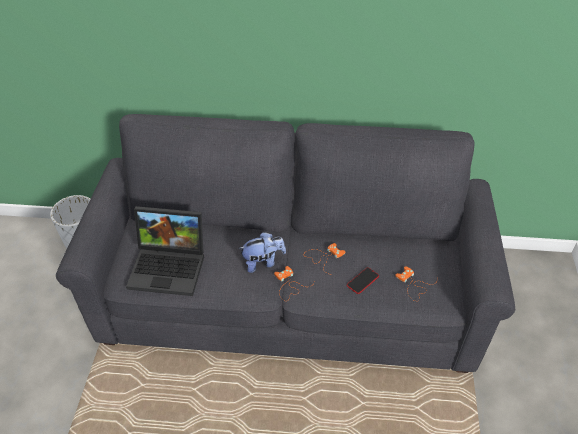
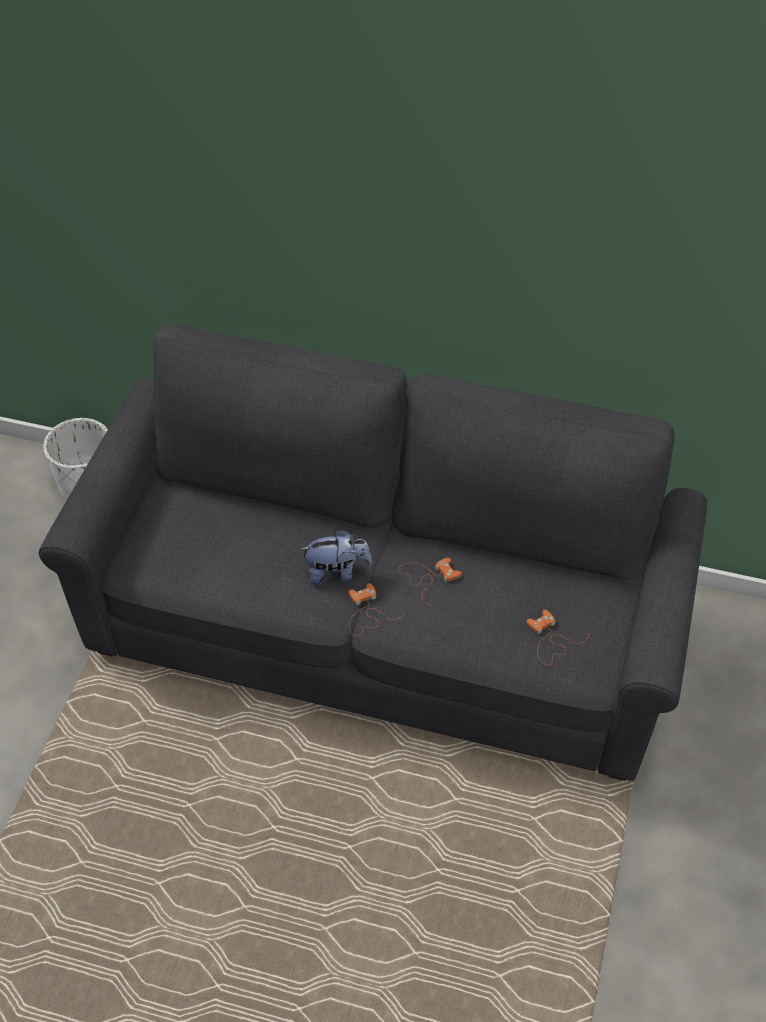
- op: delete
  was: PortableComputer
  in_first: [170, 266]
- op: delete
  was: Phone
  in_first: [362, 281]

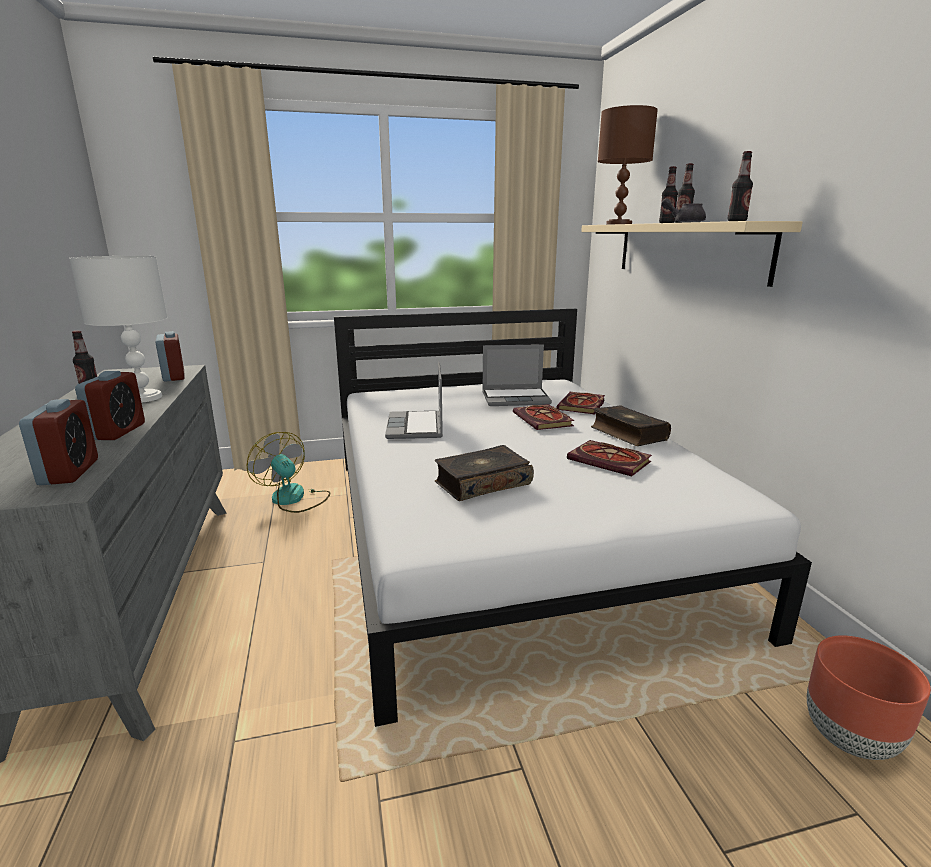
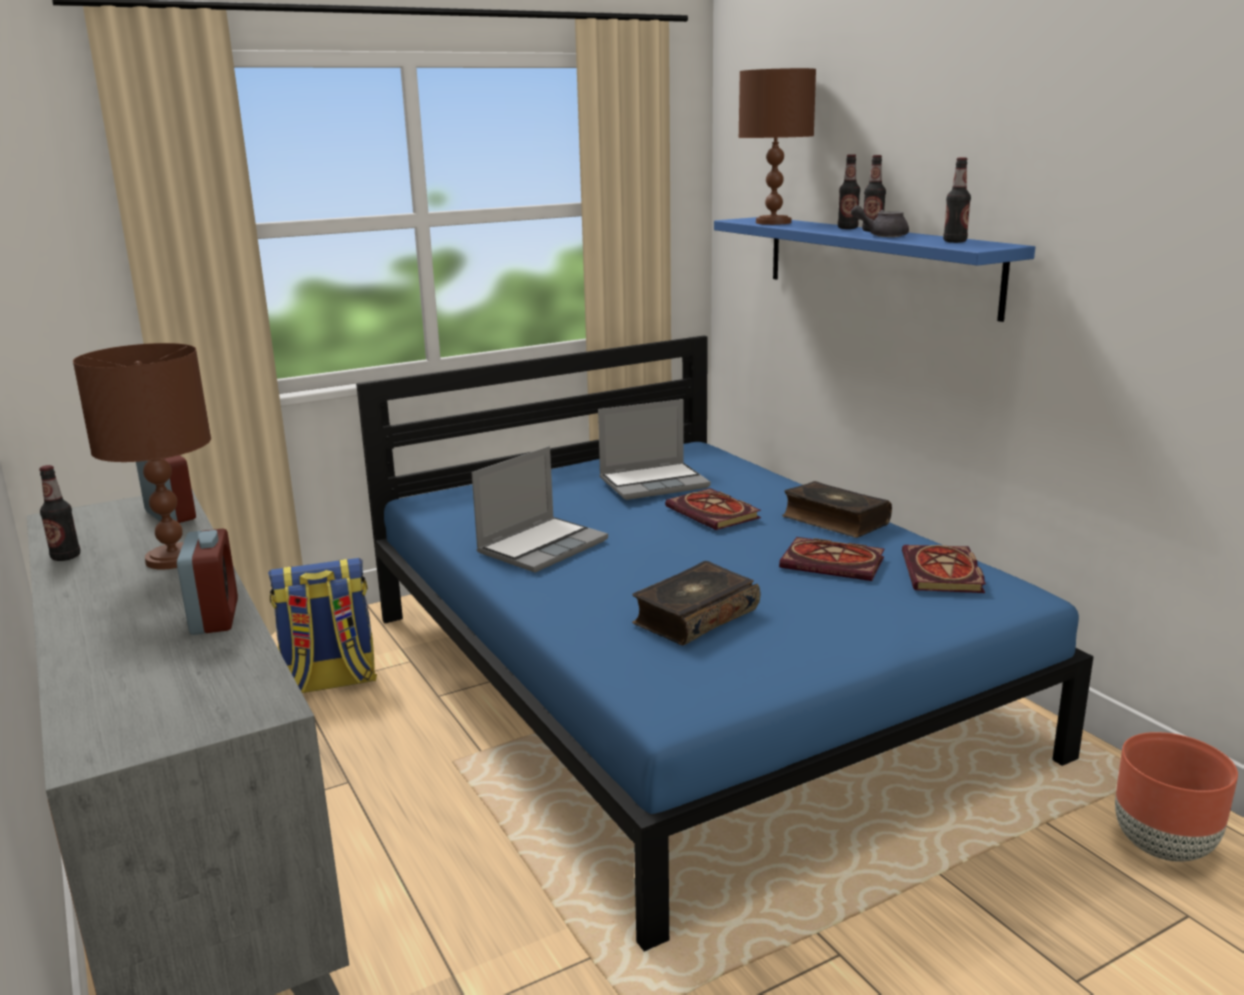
- op: recolor
  was: BeigeShelf
  now: BlueColouredShelf
  in_first: [686, 250]
  in_second: [876, 263]
- op: recolor
  was: WhiteTableLamp
  now: BrownishTableLamp
  in_first: [142, 398]
  in_second: [172, 559]
- op: recolor
  was: WhiteSleepingBed
  now: BlueColouredSleepingBed
  in_first: [509, 532]
  in_second: [684, 679]
- op: rotate
  was: PortableComputer
  in_first: [416, 427]
  in_second: [542, 546]
  clockwise: -120
- op: move
  was: Book
  in_first: [582, 406]
  in_second: [944, 574]
- op: delete
  was: BedsideClock
  in_first: [69, 472]
- op: replace
  was: Fan
  now: Backpack
  in_first: [293, 499]
  in_second: [330, 681]

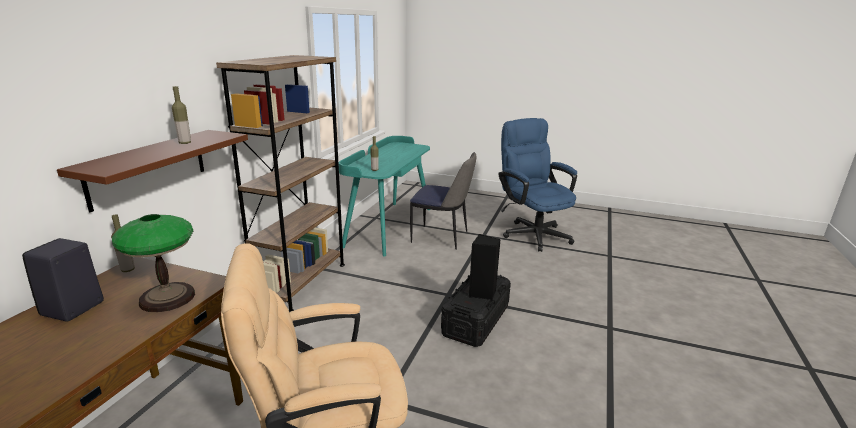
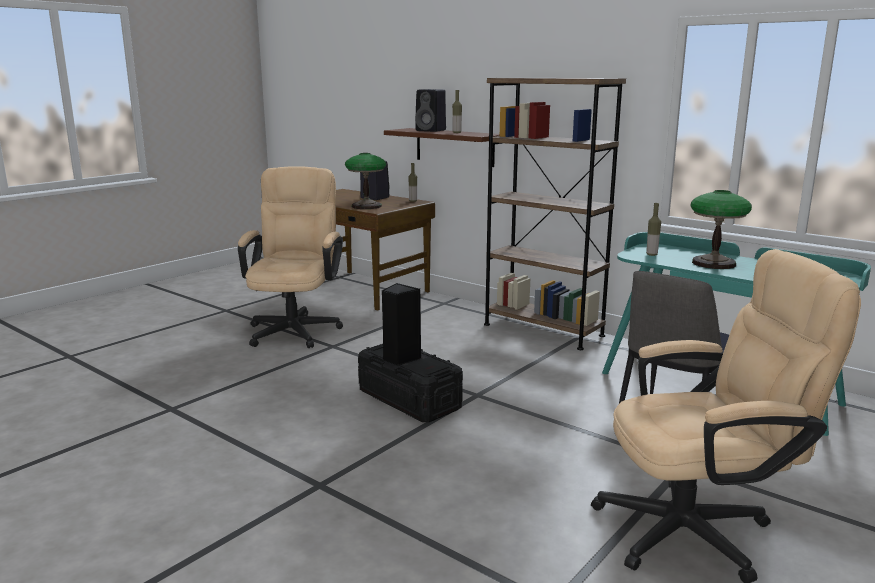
- op: recolor
  was: BlueColouredOfficeChair
  now: BeigeOfficeChair
  in_first: [532, 233]
  in_second: [700, 530]
- op: insert
  now: BlackishLoudspeaker
  in_second: [431, 130]
- op: insert
  now: TableLamp
  in_second: [713, 263]

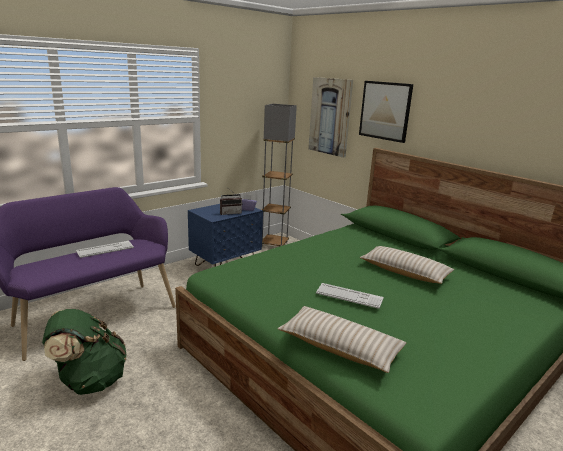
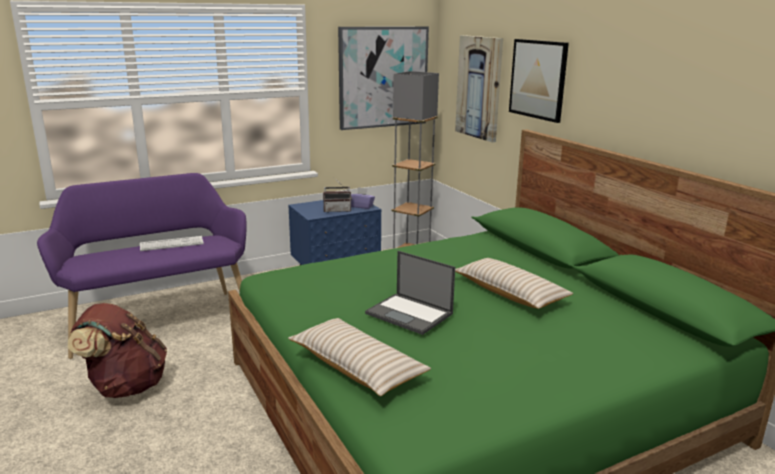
- op: replace
  was: Keyboard
  now: PortableComputer
  in_first: [349, 296]
  in_second: [410, 314]
- op: recolor
  was: GreenBackpack
  now: BrownishBackpack
  in_first: [89, 381]
  in_second: [125, 386]
- op: insert
  now: Picture
  in_second: [383, 77]

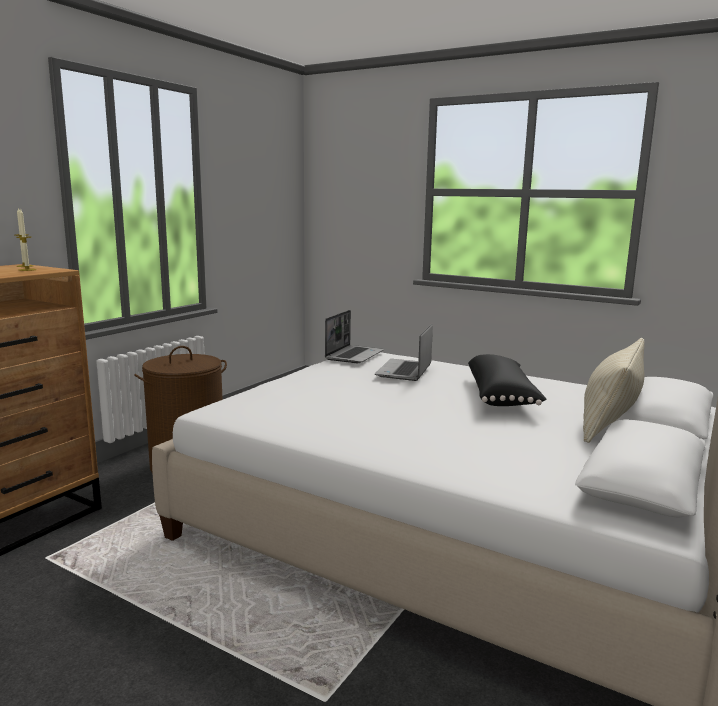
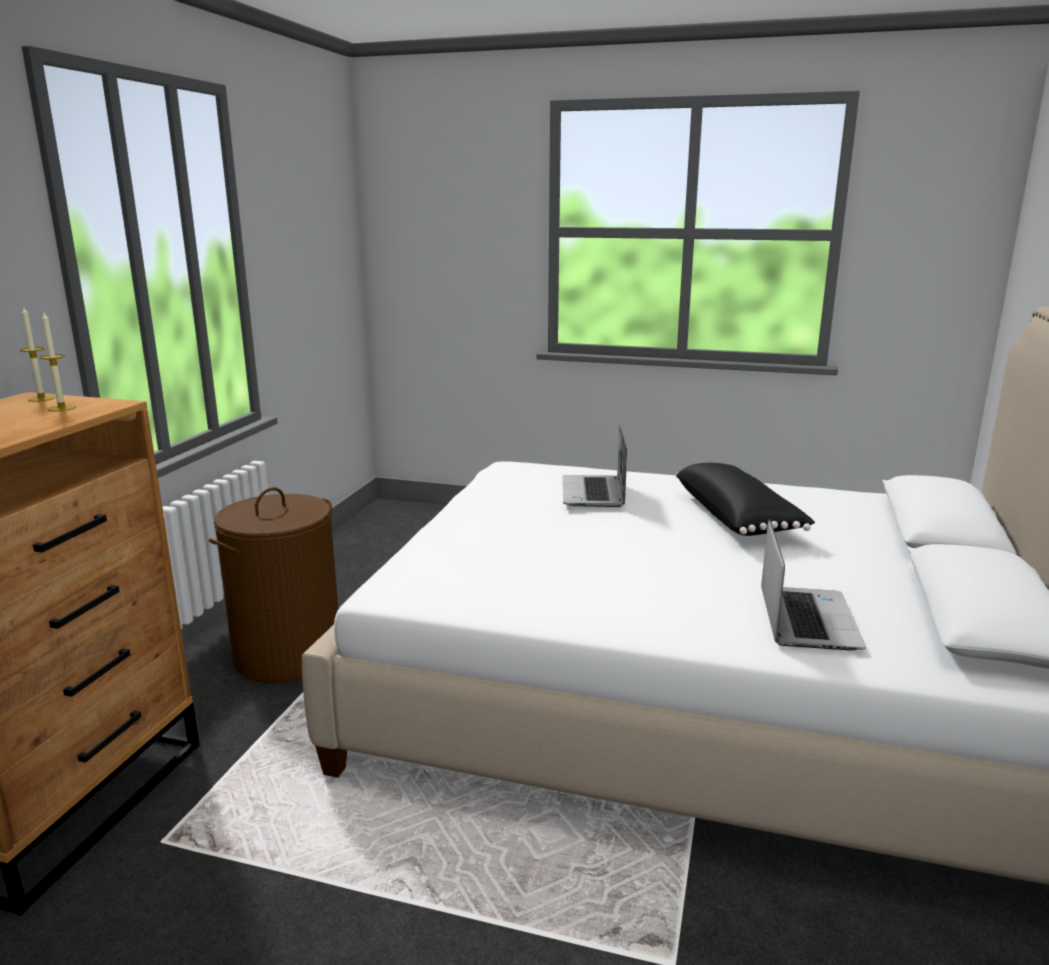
- op: move
  was: PortableComputer
  in_first: [354, 355]
  in_second: [806, 619]
- op: delete
  was: BeigeCushion
  in_first: [610, 422]

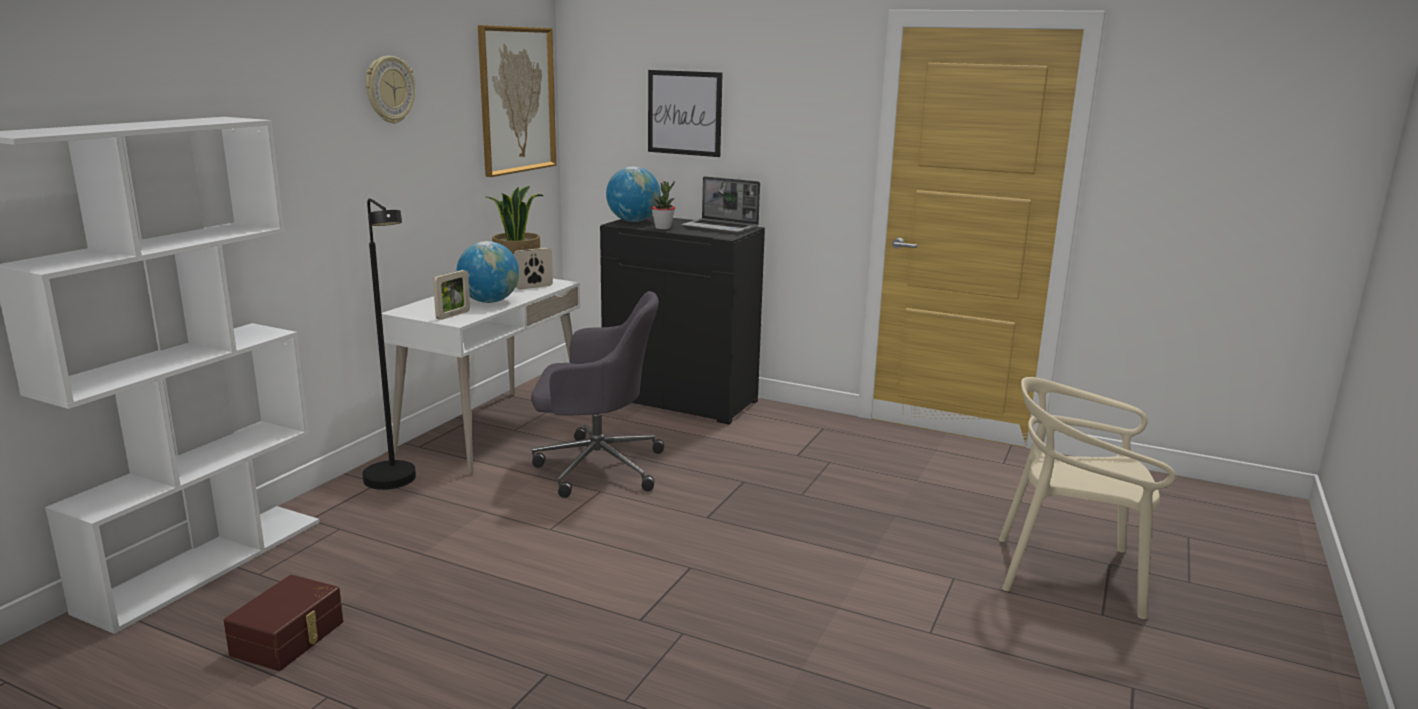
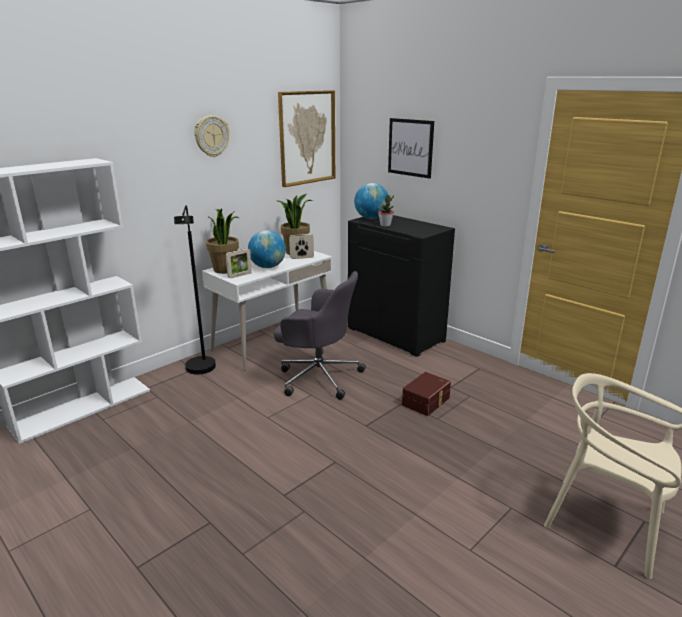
- op: delete
  was: PortableComputer
  in_first: [721, 227]
- op: move
  was: BrownishStorageBin
  in_first: [290, 638]
  in_second: [427, 401]
- op: insert
  now: PlantInAPot
  in_second: [225, 270]

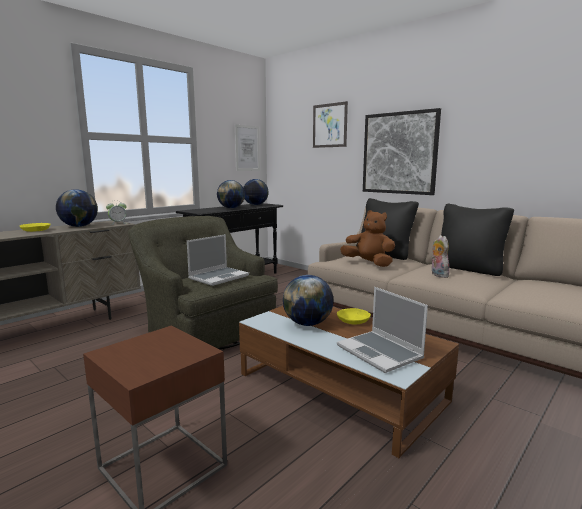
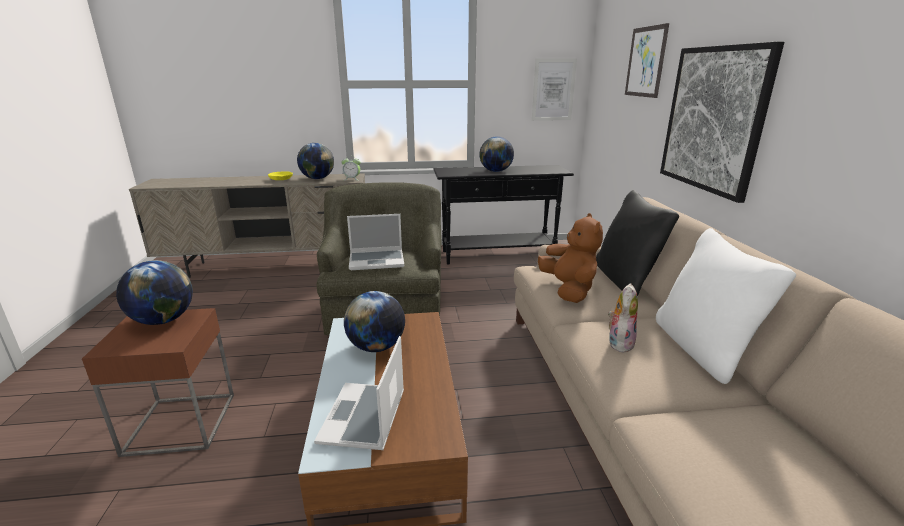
- op: move
  was: DeskGlobe
  in_first: [255, 205]
  in_second: [163, 320]
- op: recolor
  was: BlackishCushion
  now: WhiteCushion
  in_first: [468, 268]
  in_second: [702, 349]
- op: delete
  was: YellowishDeepDish
  in_first: [354, 321]

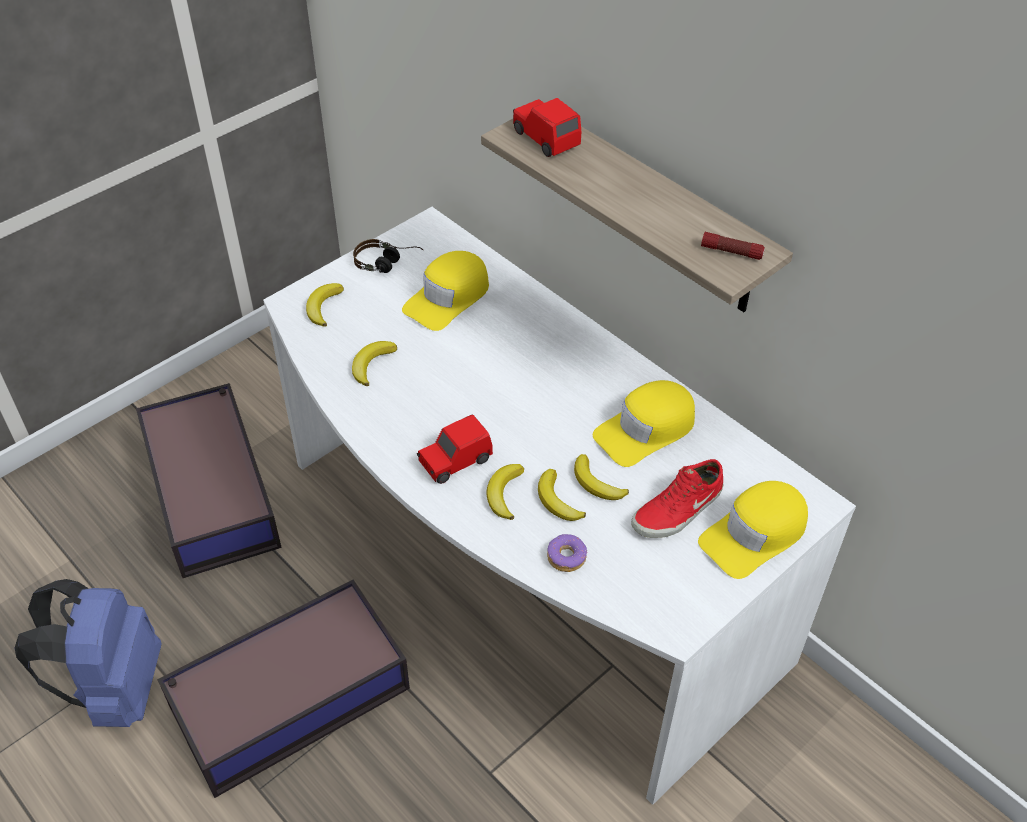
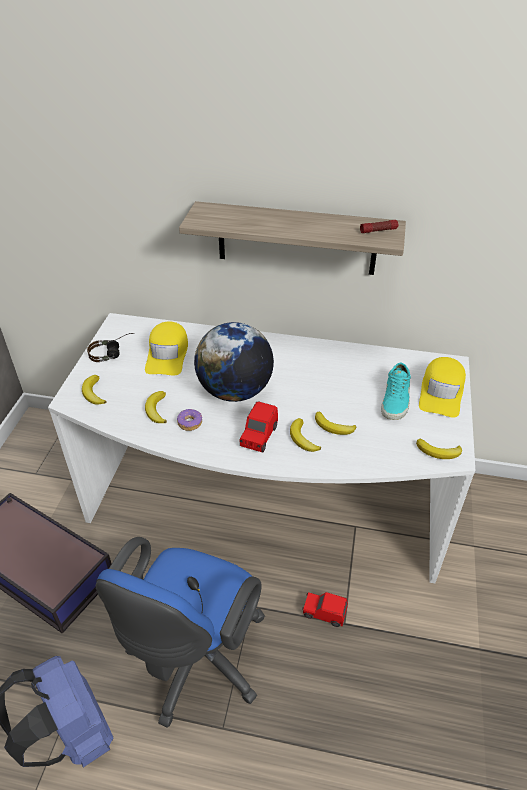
- op: move
  was: RedToyCar
  in_first: [545, 139]
  in_second: [324, 613]
- op: delete
  was: YellowishBaseballCap
  in_first: [646, 430]
- op: move
  was: BananaFruit
  in_first: [597, 483]
  in_second: [439, 452]
- op: recolor
  was: RedShoe
  now: TurquoiseShoe
  in_first: [678, 510]
  in_second: [396, 400]
- op: move
  was: Donut
  in_first: [566, 557]
  in_second: [189, 423]
- op: replace
  was: StorageBin
  now: BlueColouredOfficeChair
  in_first: [287, 699]
  in_second: [194, 661]
- op: insert
  now: DeskGlobe
  in_second: [235, 391]

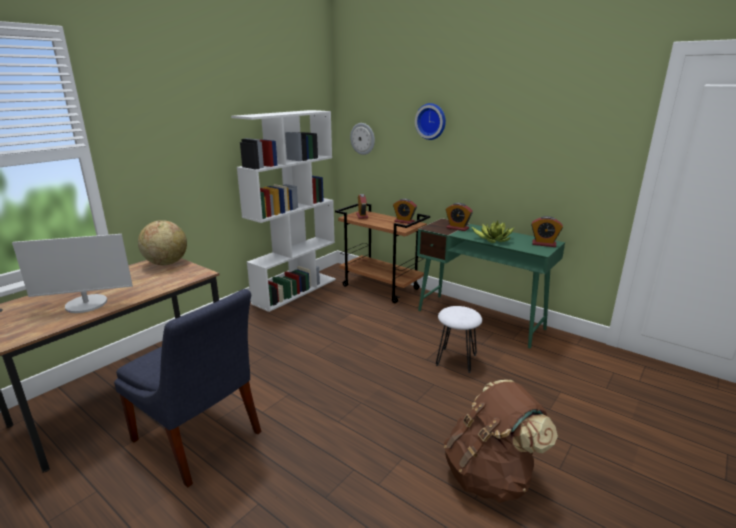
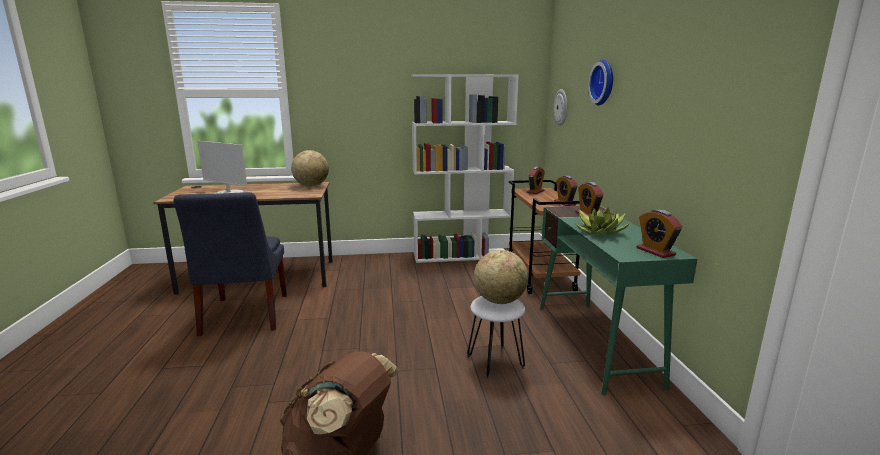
- op: insert
  now: DeskGlobe
  in_second: [500, 301]

